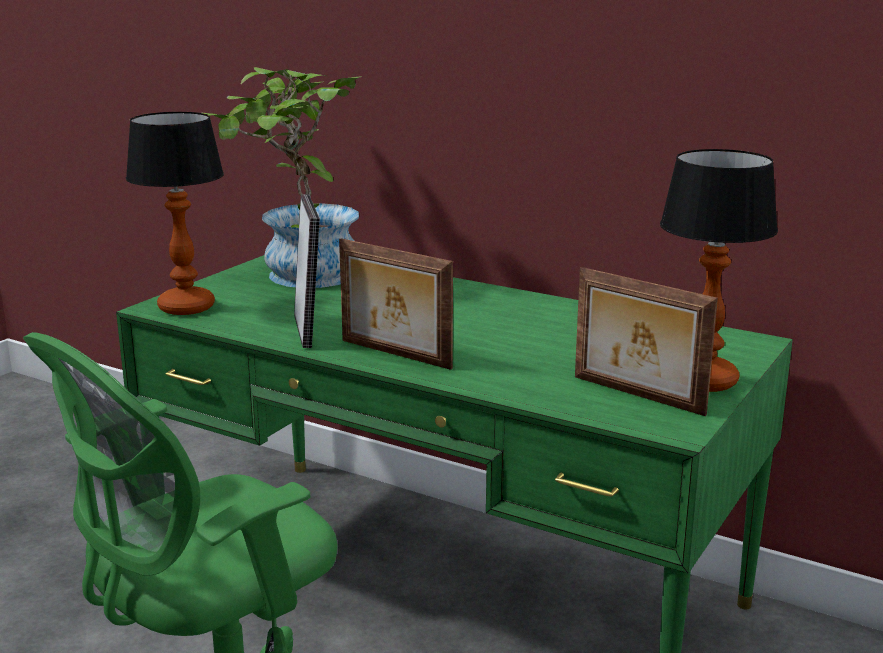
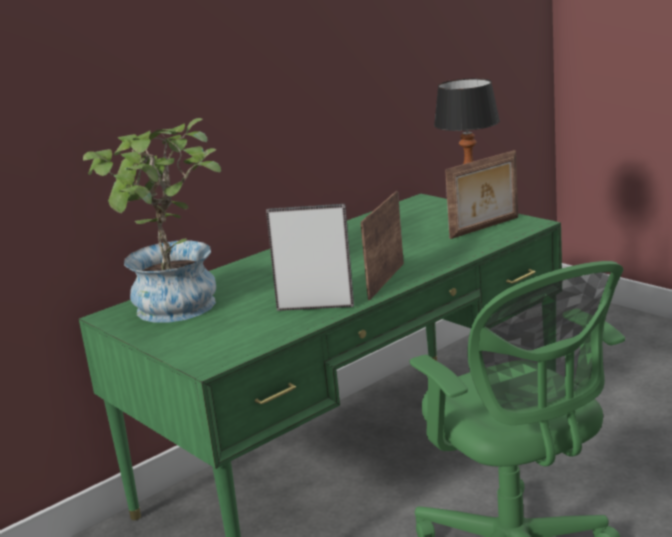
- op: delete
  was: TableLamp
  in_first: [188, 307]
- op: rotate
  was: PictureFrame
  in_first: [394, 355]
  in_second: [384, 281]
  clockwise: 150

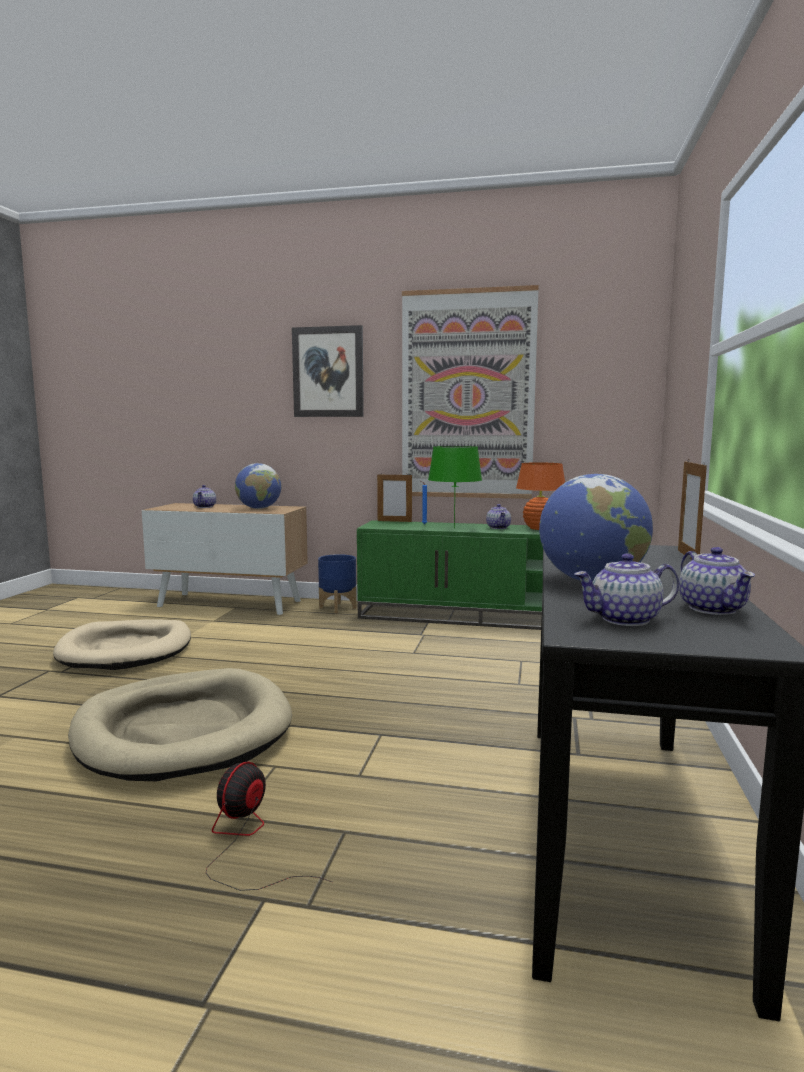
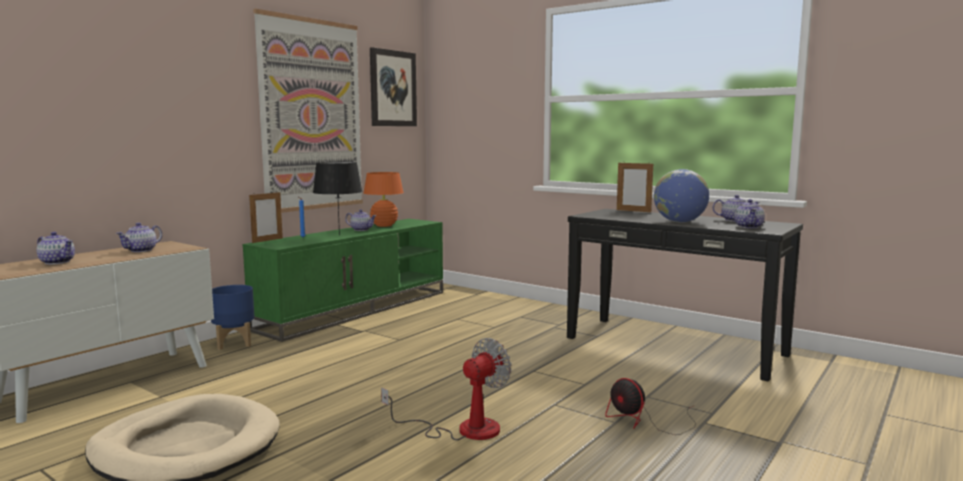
- op: move
  was: Picture
  in_first: [328, 372]
  in_second: [393, 88]
- op: recolor
  was: GreenTableLamp
  now: BlackishTableLamp
  in_first: [454, 528]
  in_second: [339, 235]
- op: replace
  was: DeskGlobe
  now: PotForTea
  in_first: [259, 508]
  in_second: [141, 250]
- op: replace
  was: BeigeDogBed
  now: Fan
  in_first: [183, 731]
  in_second: [463, 429]

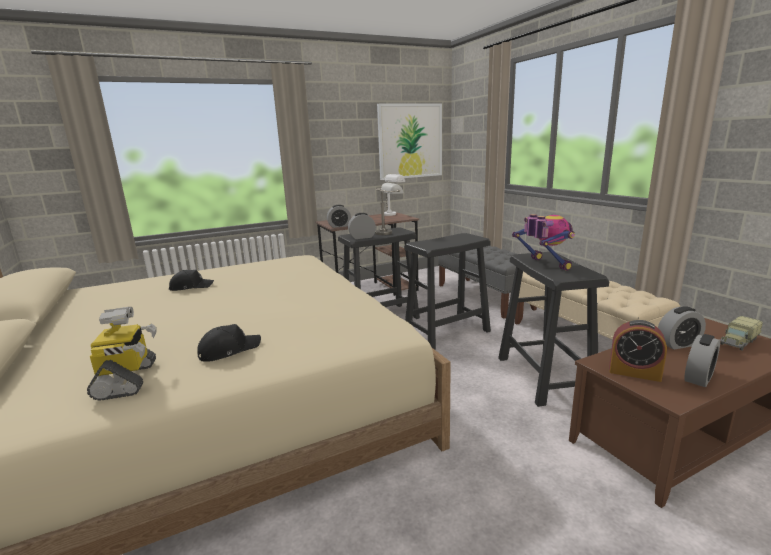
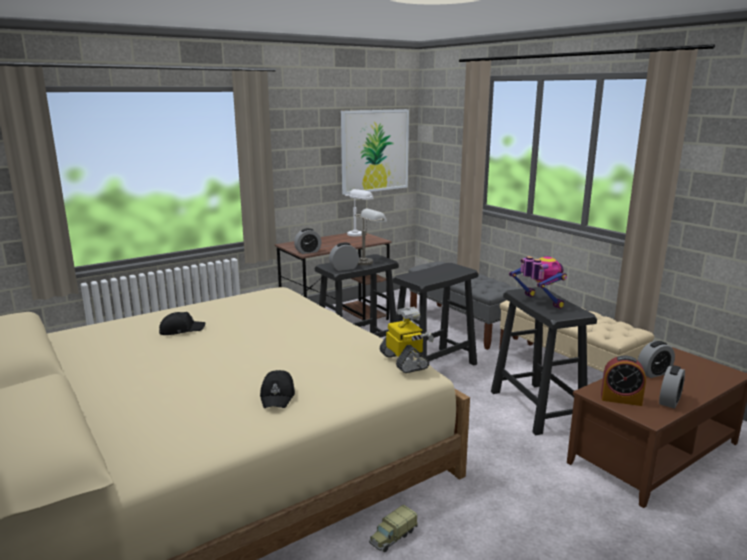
- op: move
  was: RobotFigure
  in_first: [128, 380]
  in_second: [405, 361]
- op: move
  was: ToyLorry
  in_first: [738, 342]
  in_second: [392, 537]
- op: rotate
  was: BlackishBaseballCap
  in_first: [229, 350]
  in_second: [278, 396]
  clockwise: 135

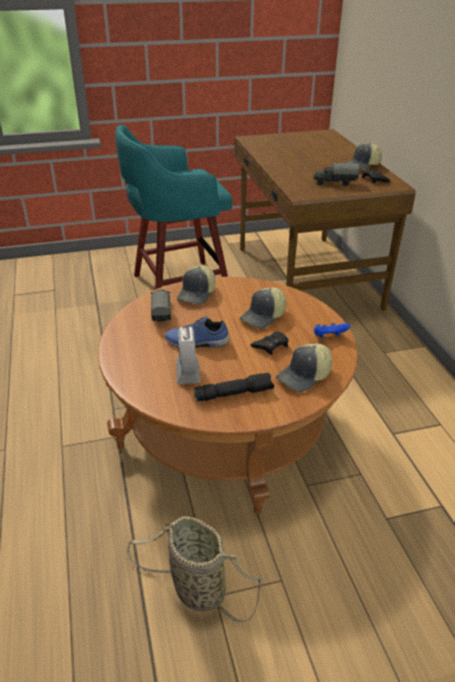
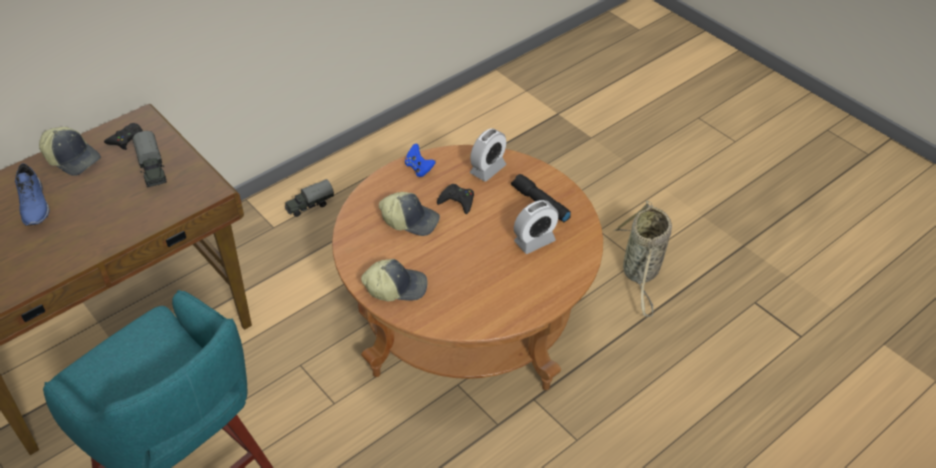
- op: move
  was: ToyLorry
  in_first: [161, 312]
  in_second: [309, 205]
- op: move
  was: BlueColouredShoe
  in_first: [196, 343]
  in_second: [35, 204]
- op: replace
  was: BaseballCap
  now: BedsideClock
  in_first: [305, 376]
  in_second: [488, 169]

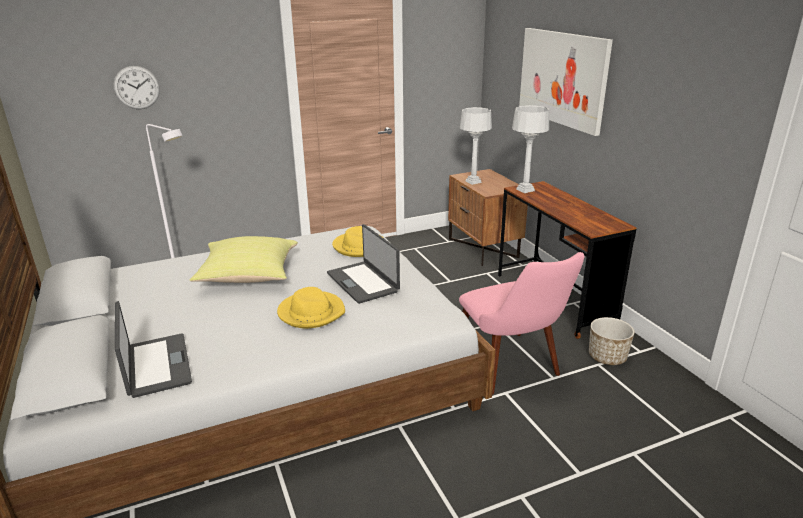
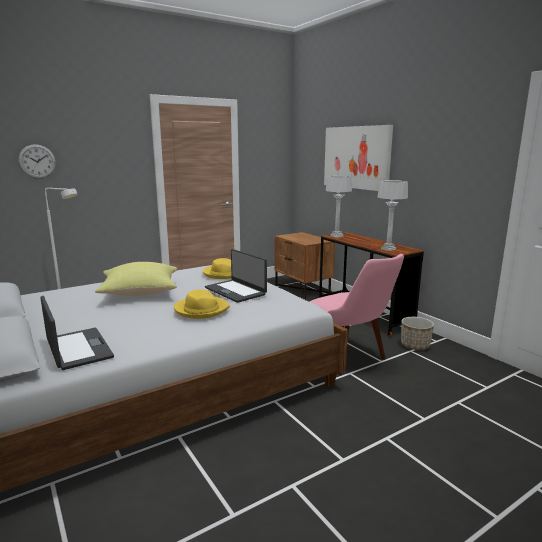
- op: move
  was: GreyishTableLamp
  in_first: [473, 182]
  in_second: [388, 249]

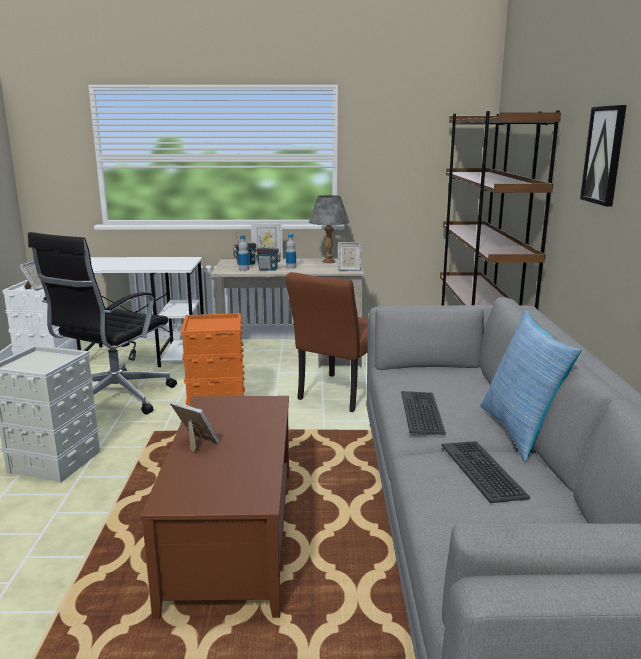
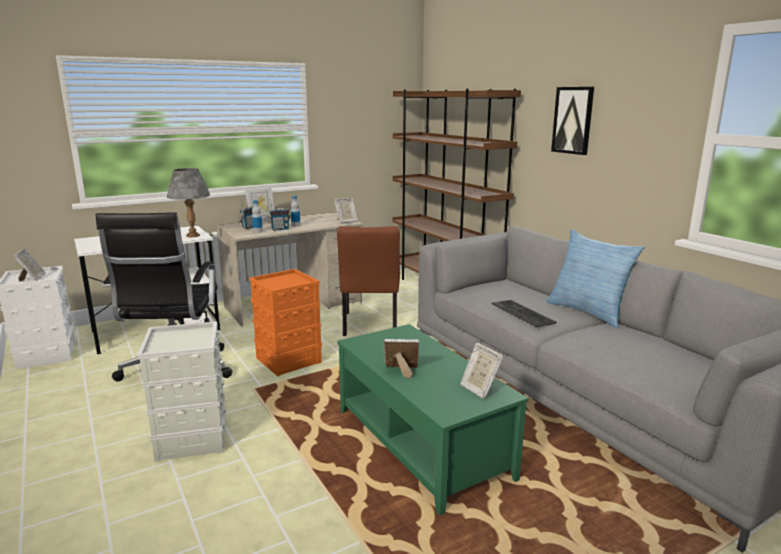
- op: move
  was: GreyishTableLamp
  in_first: [329, 261]
  in_second: [193, 235]
- op: recolor
  was: BrownishCoffeeTable
  now: GreenCoffeeTable
  in_first: [234, 536]
  in_second: [422, 443]
- op: delete
  was: Keyboard
  in_first: [483, 471]
- op: insert
  now: PictureFrame
  in_second: [479, 389]

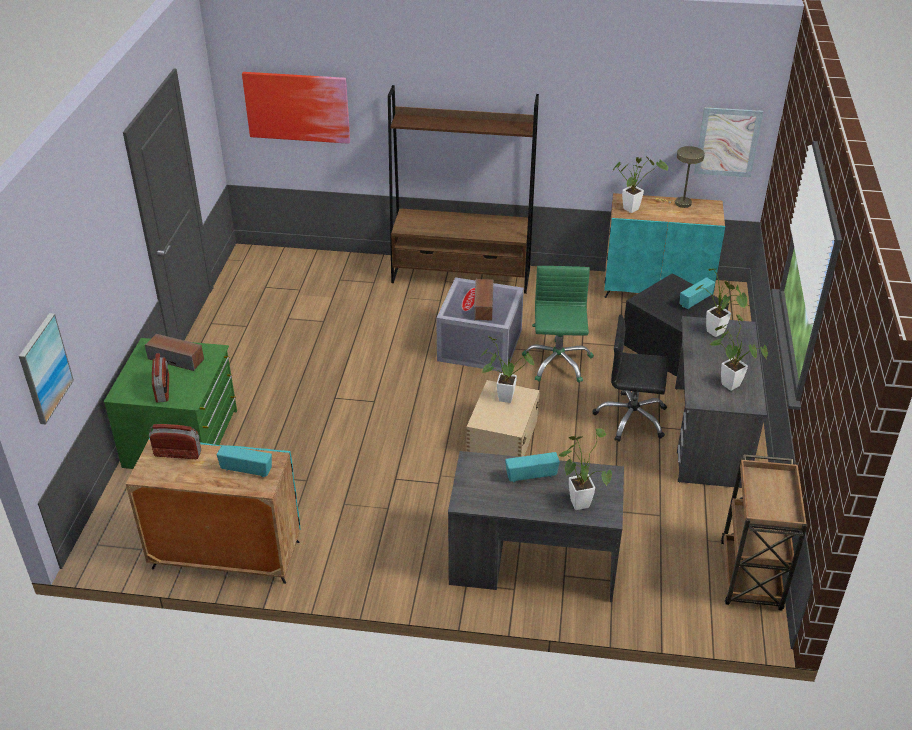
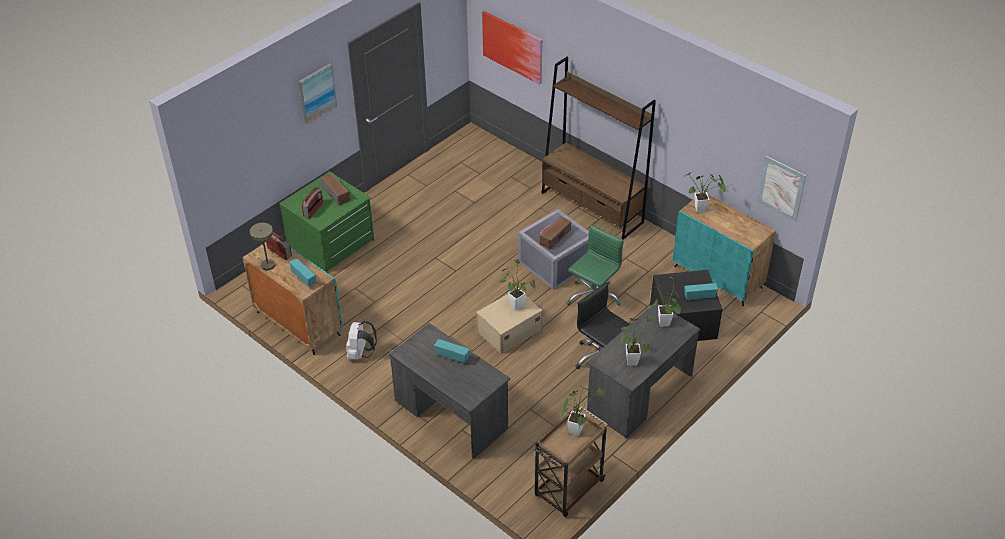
- op: move
  was: BeigeTableLamp
  in_first: [679, 203]
  in_second: [266, 264]
- op: move
  was: Picture
  in_first: [44, 368]
  in_second: [317, 93]
- op: move
  was: PlantInAPot
  in_first: [578, 500]
  in_second: [577, 428]
- op: insert
  now: WhiteBackpack
  in_second: [361, 353]

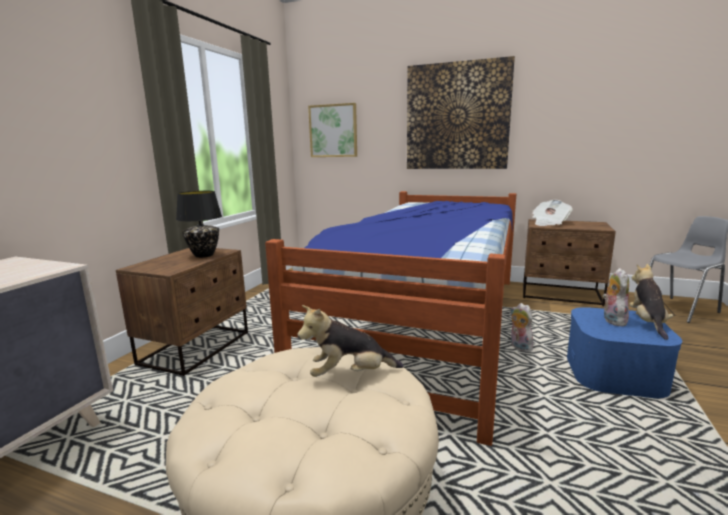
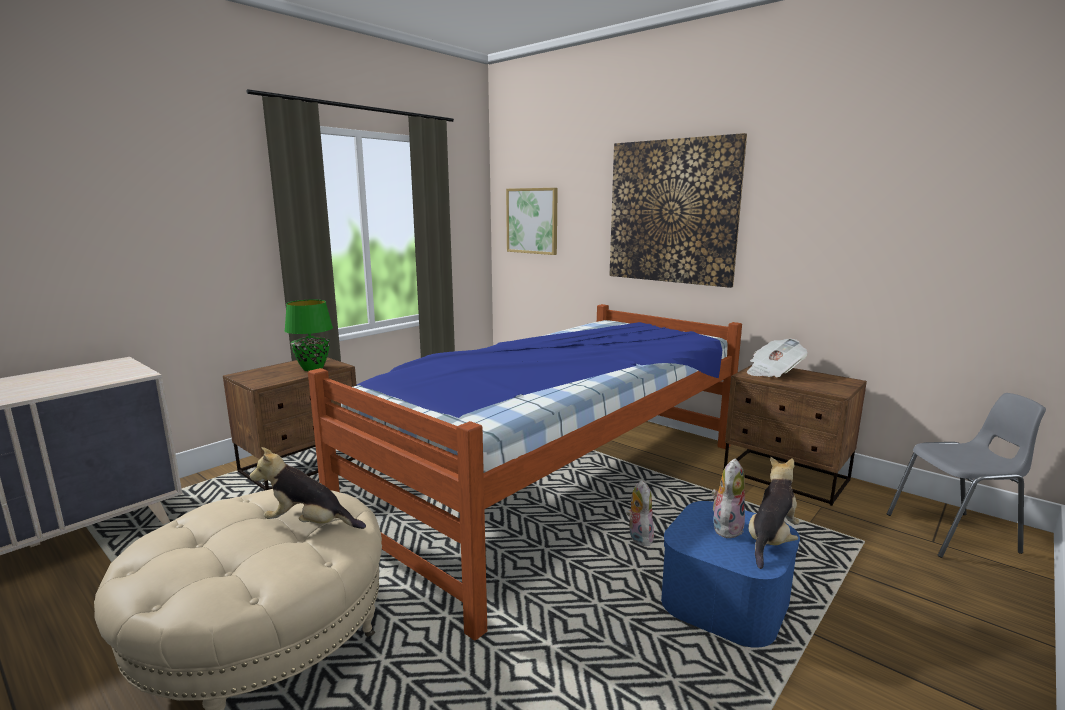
- op: recolor
  was: BlackishTableLamp
  now: GreenTableLamp
  in_first: [204, 255]
  in_second: [313, 368]

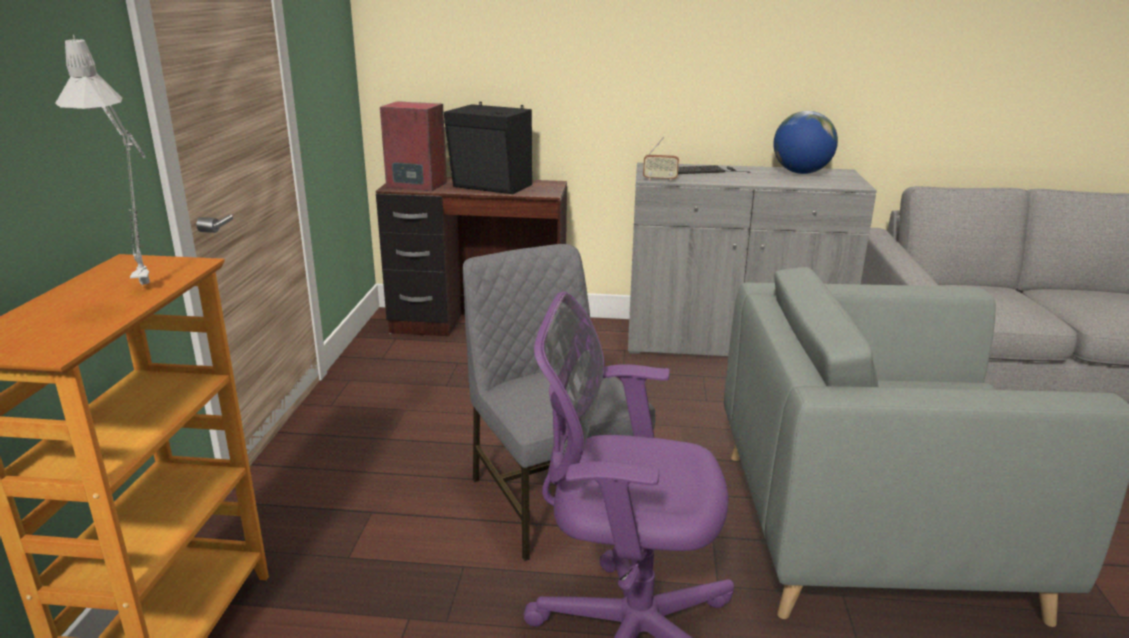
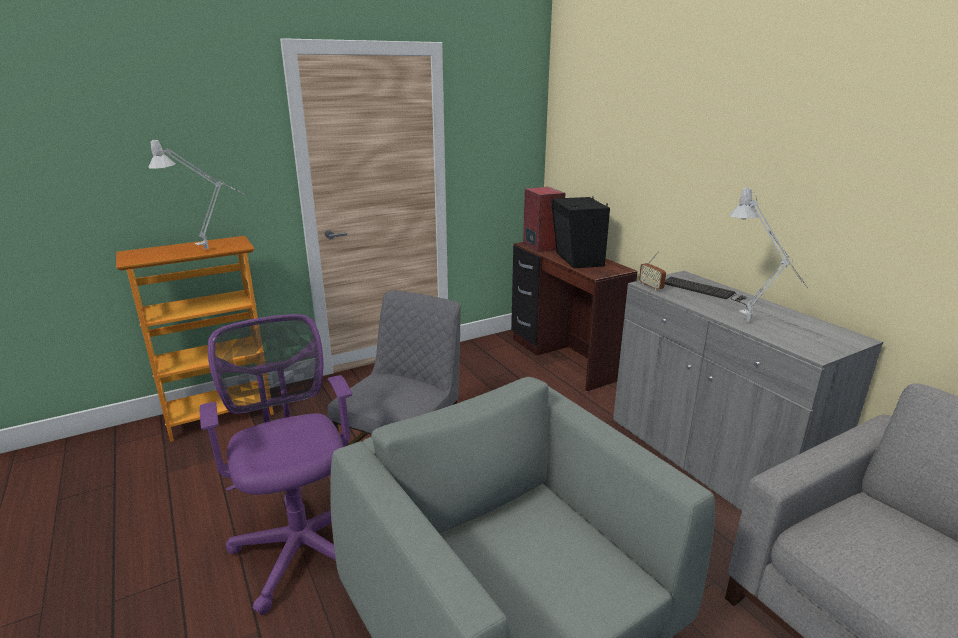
- op: delete
  was: DeskGlobe
  in_first: [801, 173]
- op: insert
  now: GreyishTableLamp
  in_second: [753, 326]

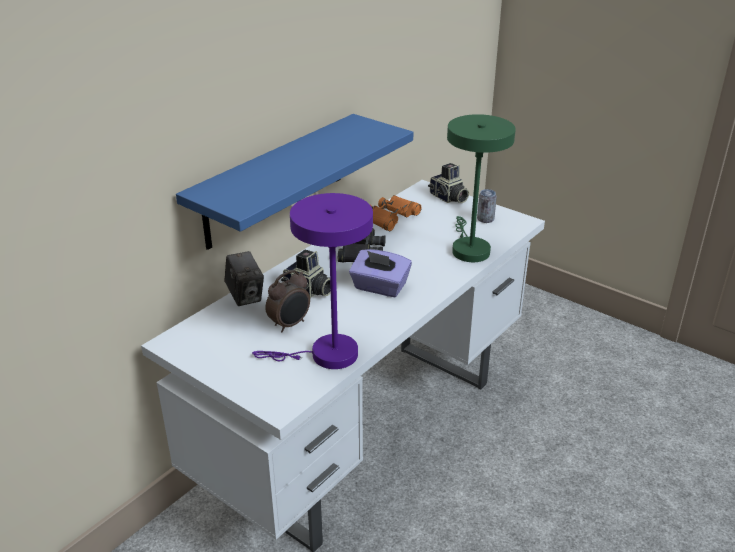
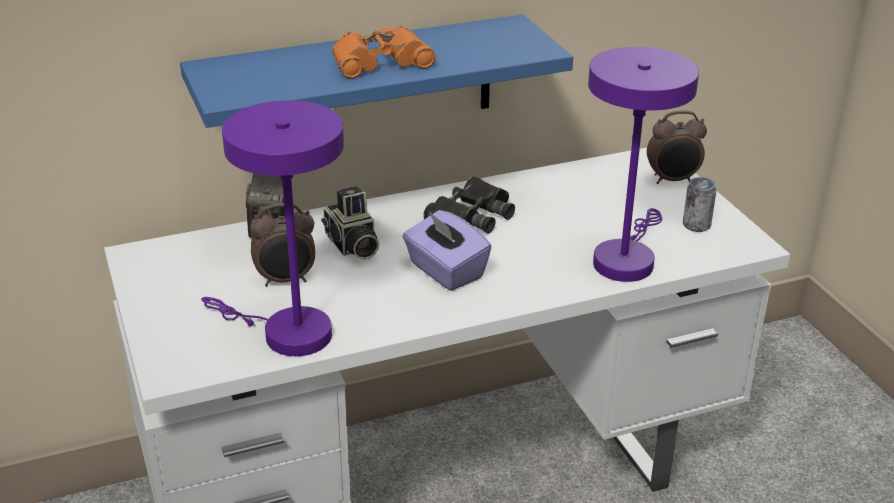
- op: recolor
  was: GreenTableLamp
  now: PurpleColouredTableLamp
  in_first: [468, 248]
  in_second: [625, 259]
- op: replace
  was: PhotoCamera
  now: BedsideClock
  in_first: [448, 198]
  in_second: [672, 180]
- op: move
  was: OrangeBinoculars
  in_first: [391, 217]
  in_second: [380, 62]

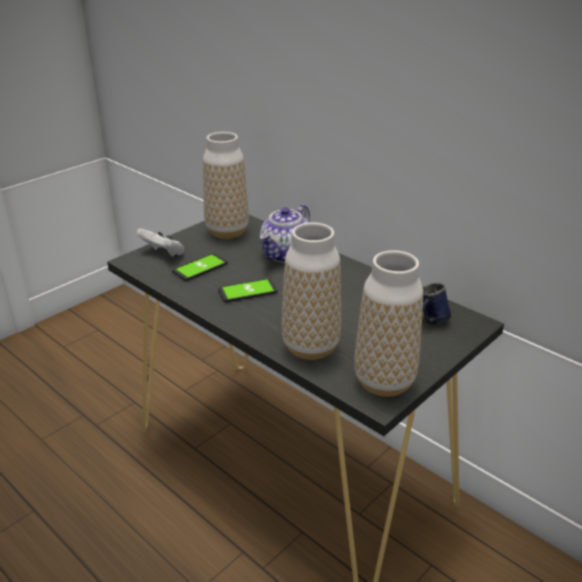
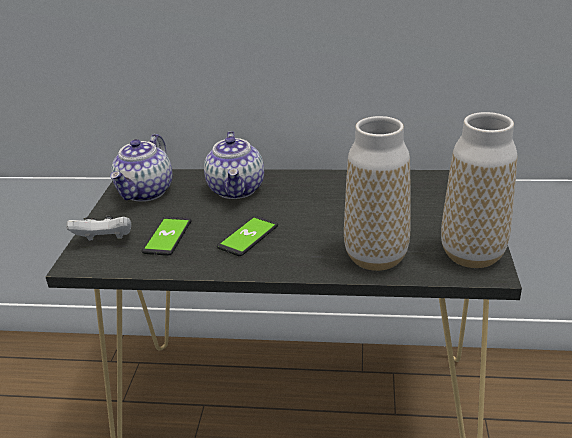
- op: replace
  was: DecorativeVase
  now: PotForTea
  in_first: [227, 231]
  in_second: [146, 192]
- op: delete
  was: BlueColouredCoffeeMug
  in_first: [430, 322]

